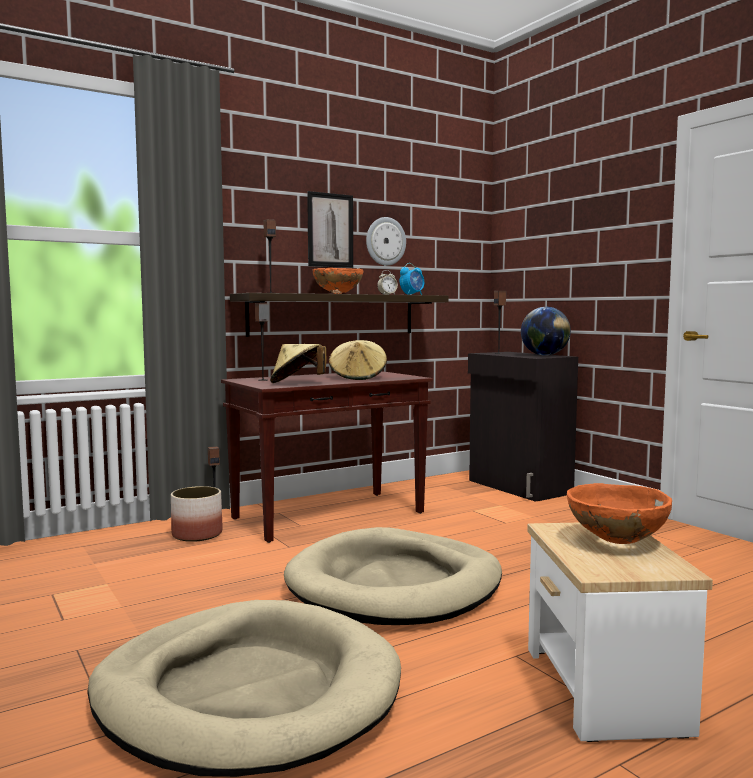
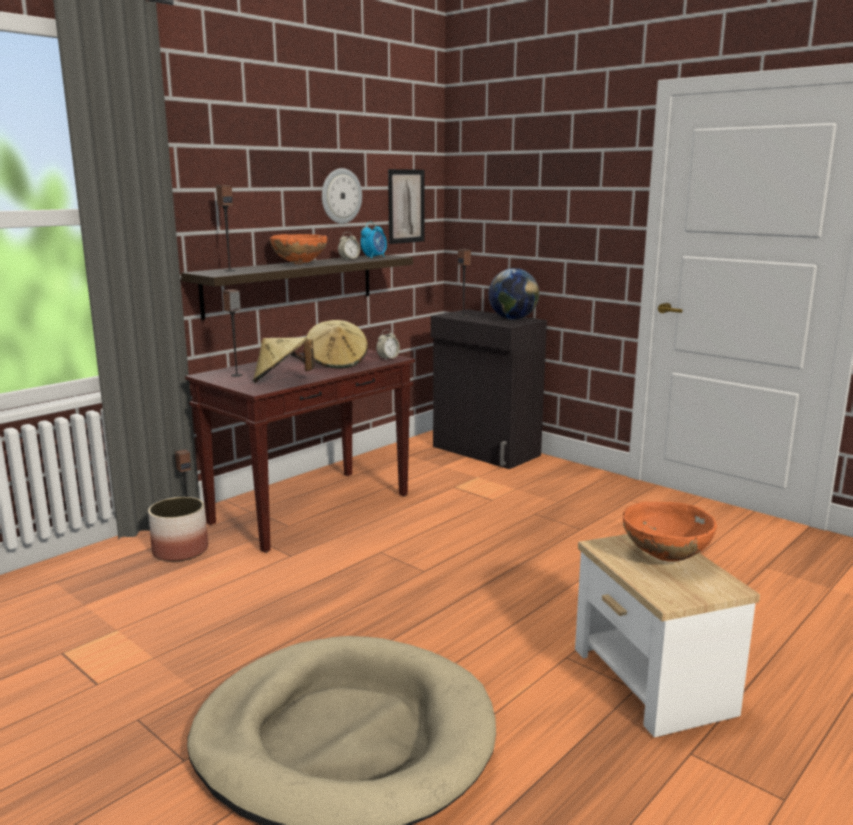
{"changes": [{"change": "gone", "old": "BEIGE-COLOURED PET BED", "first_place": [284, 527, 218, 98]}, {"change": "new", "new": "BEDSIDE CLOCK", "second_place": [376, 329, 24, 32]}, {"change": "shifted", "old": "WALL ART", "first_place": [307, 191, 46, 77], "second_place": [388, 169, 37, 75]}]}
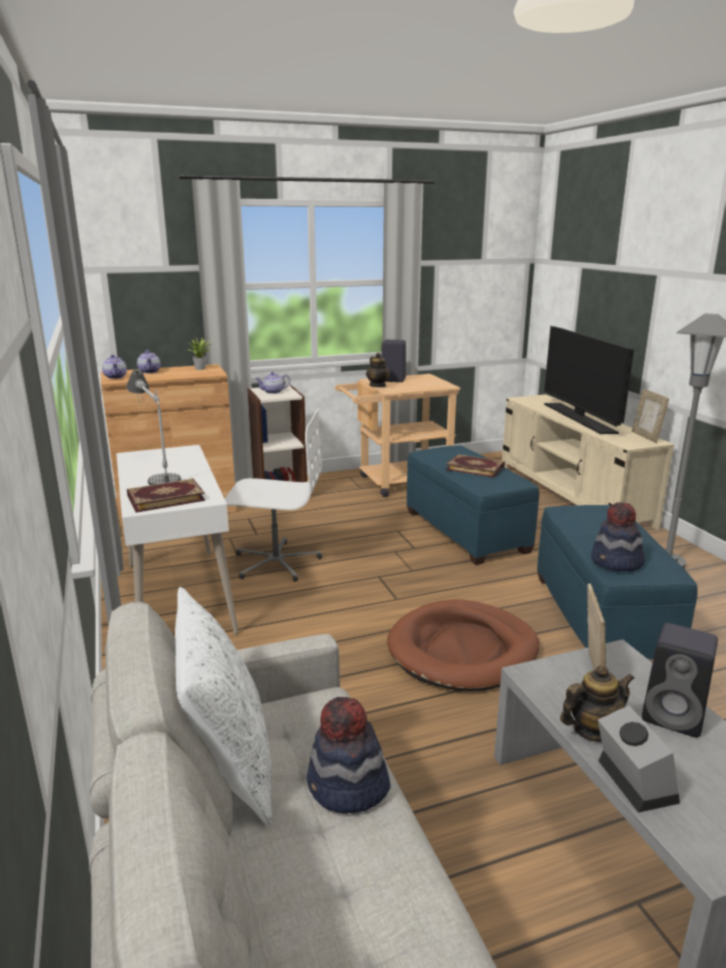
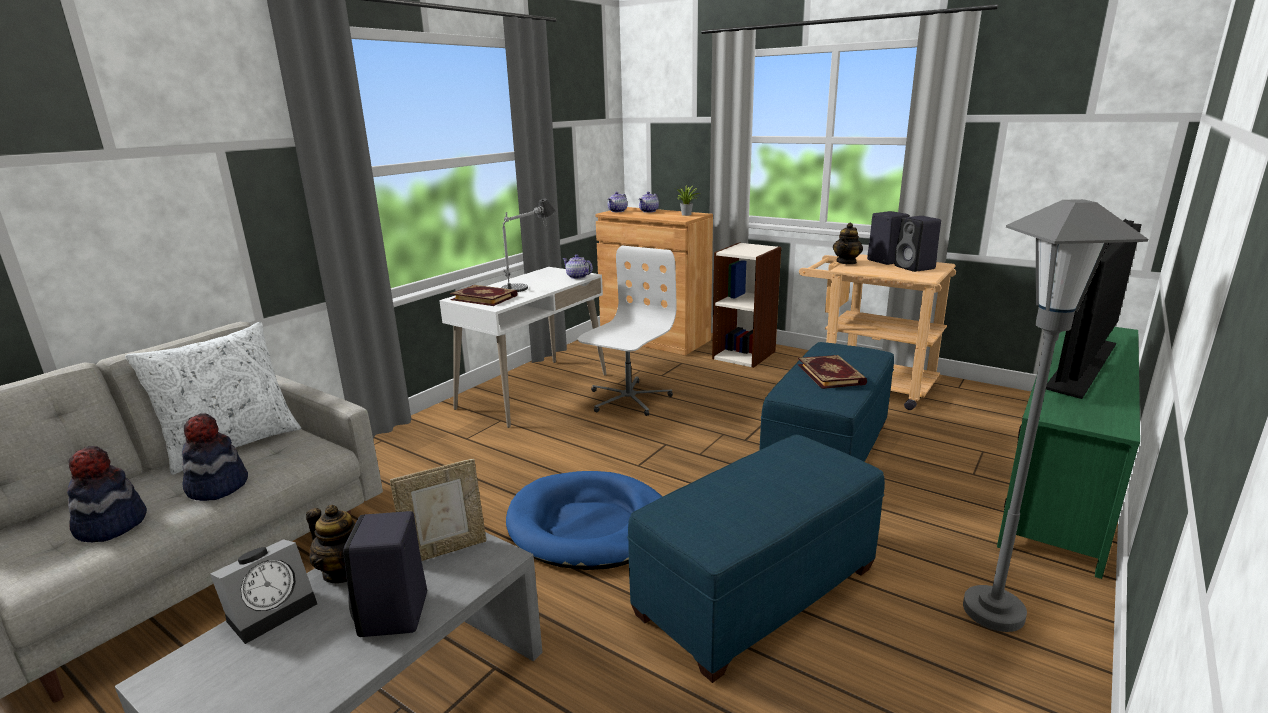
{"changes": [{"change": "gone", "old": "PHOTO FRAME", "first_place": [632, 389, 37, 54]}, {"change": "new", "new": "BLACKISH LOUDSPEAKER", "second_place": [894, 216, 47, 56]}, {"change": "shifted", "old": "POT FOR TEA", "first_place": [255, 372, 35, 22], "second_place": [563, 254, 30, 25]}, {"change": "shifted", "old": "WEARABLE HAT", "first_place": [591, 502, 54, 69], "second_place": [67, 446, 80, 96]}, {"change": "repainted", "old": "BROWN PET BED", "new": "BLUE PET BED", "first_place": [387, 600, 152, 91], "second_place": [506, 471, 157, 99]}, {"change": "repainted", "old": "BEIGE-COLOURED MEDIA CONSOLE", "new": "GREENISH MEDIA CONSOLE", "first_place": [502, 394, 172, 136], "second_place": [997, 327, 143, 252]}, {"change": "rotated", "old": "WHITISH COMPUTER CHAIR", "first_place": [225, 409, 97, 173], "second_place": [578, 246, 98, 170], "degrees": -120}]}
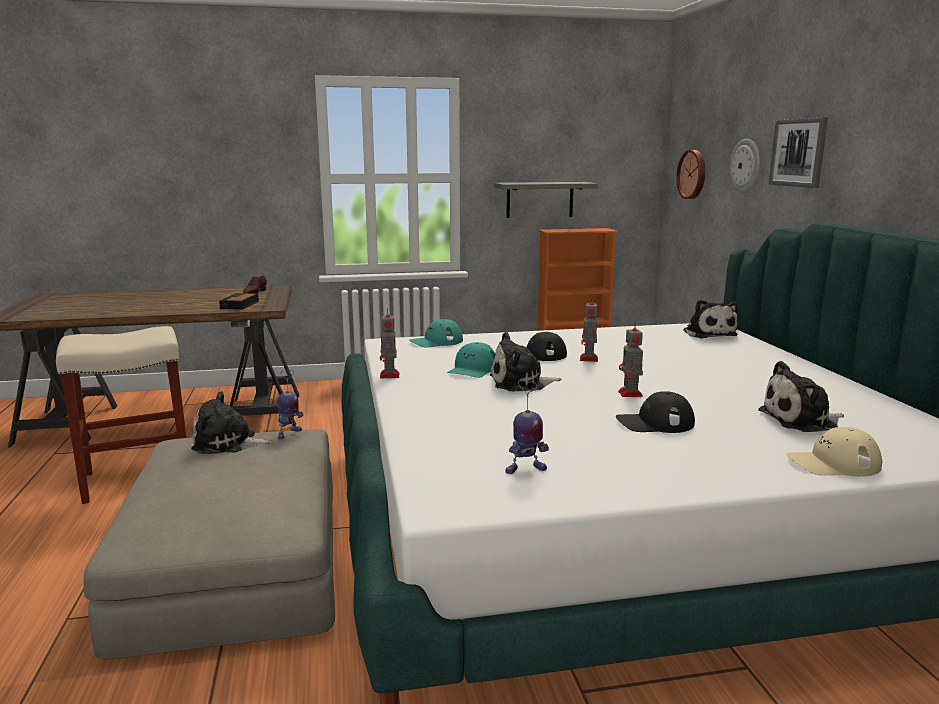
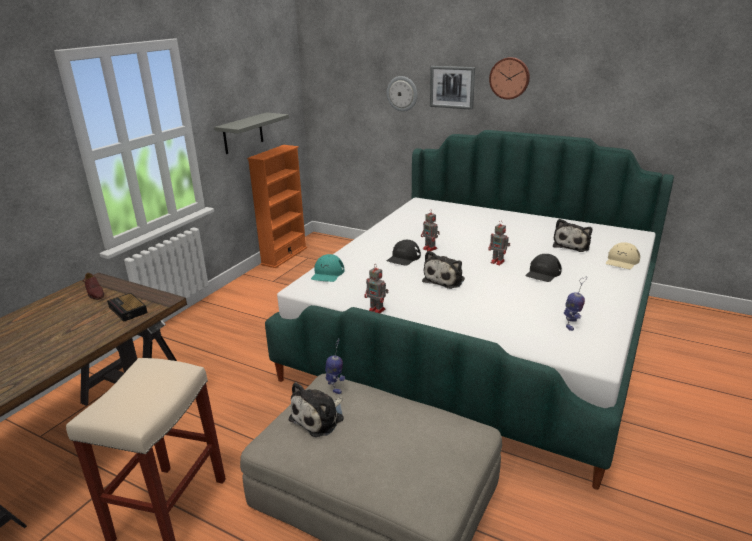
{"changes": [{"change": "gone", "old": "TURQUOISE-COLOURED BASEBALL CAP", "first_place": [447, 342, 48, 36]}, {"change": "gone", "old": "SOFT TOY", "first_place": [683, 299, 55, 39]}, {"change": "shifted", "old": "HANGING CLOCK", "first_place": [676, 150, 29, 49], "second_place": [489, 57, 41, 43]}]}
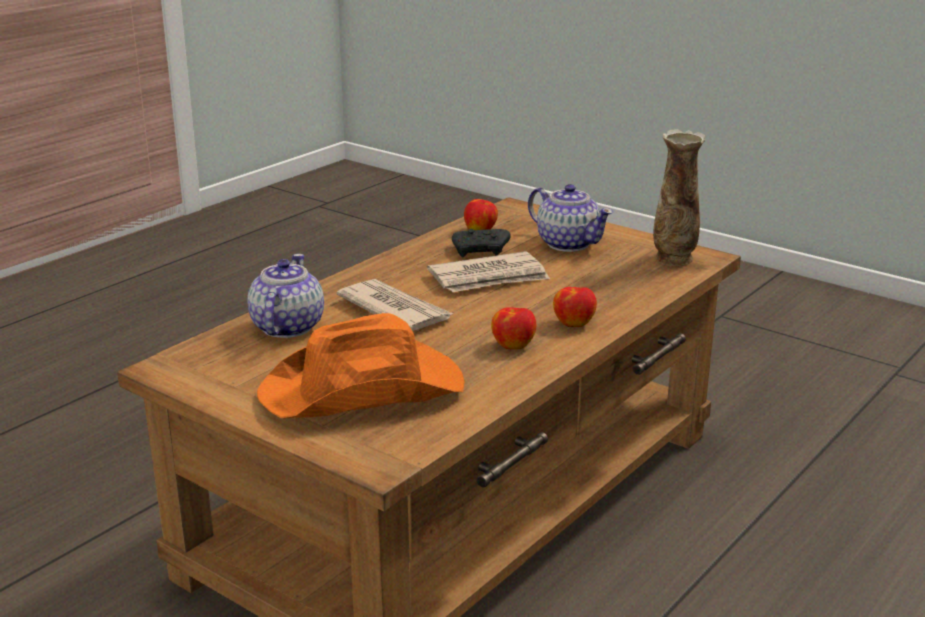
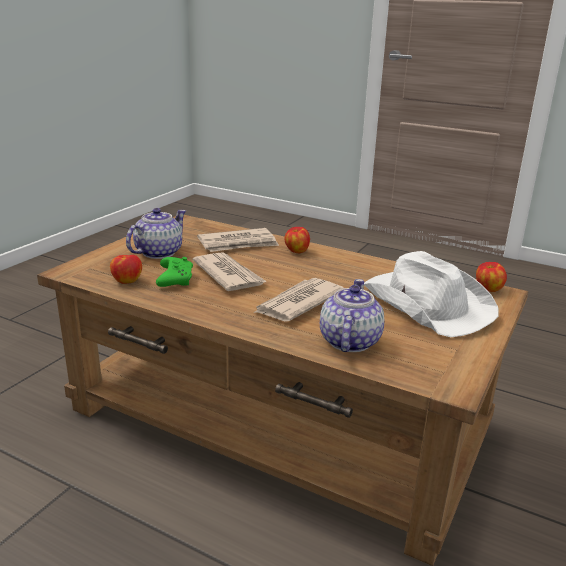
{"changes": [{"change": "gone", "old": "VASE", "first_place": [653, 129, 53, 137]}, {"change": "new", "new": "DAILY PAPER", "second_place": [197, 228, 82, 24]}, {"change": "shifted", "old": "APPLE", "first_place": [491, 307, 45, 42], "second_place": [476, 262, 31, 30]}, {"change": "repainted", "old": "ORANGE-COLOURED WEARABLE HAT", "new": "WHITISH WEARABLE HAT", "first_place": [257, 313, 208, 105], "second_place": [364, 251, 134, 86]}, {"change": "repainted", "old": "BLACKISH JOYPAD", "new": "GREENISH JOYPAD", "first_place": [452, 229, 59, 29], "second_place": [156, 257, 37, 30]}, {"change": "rotated", "old": "POT FOR TEA", "first_place": [247, 254, 77, 84], "second_place": [320, 279, 64, 73], "degrees": 105}]}
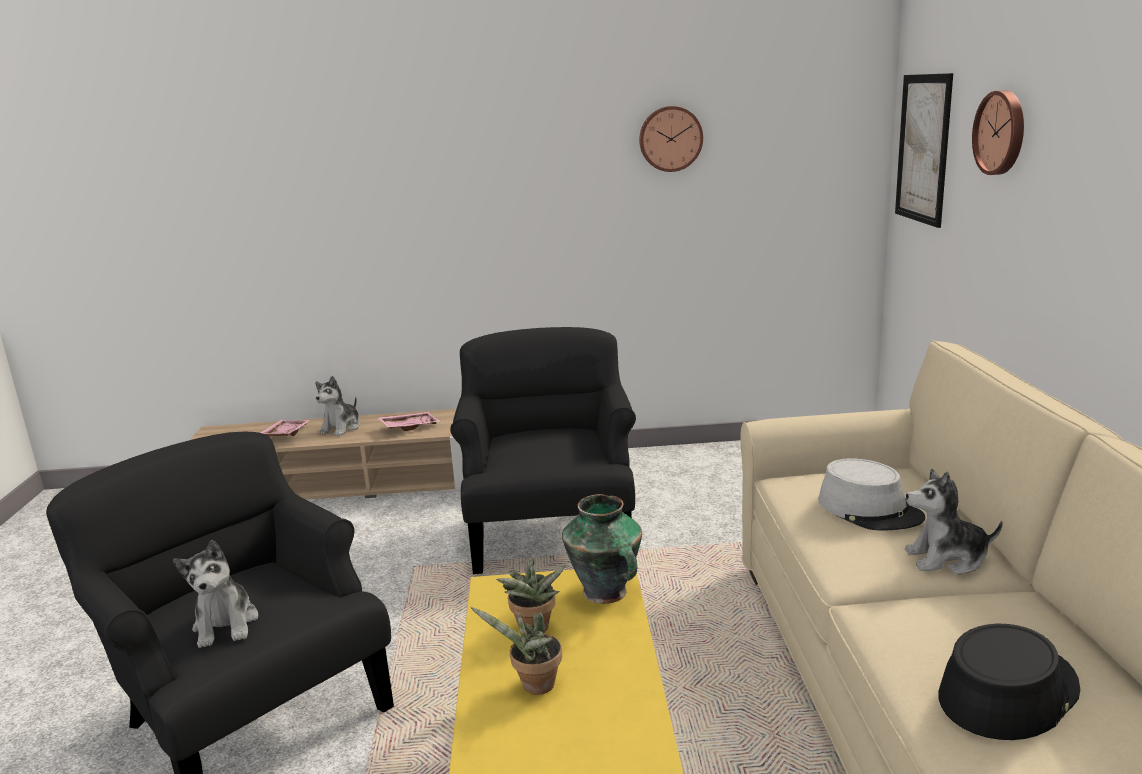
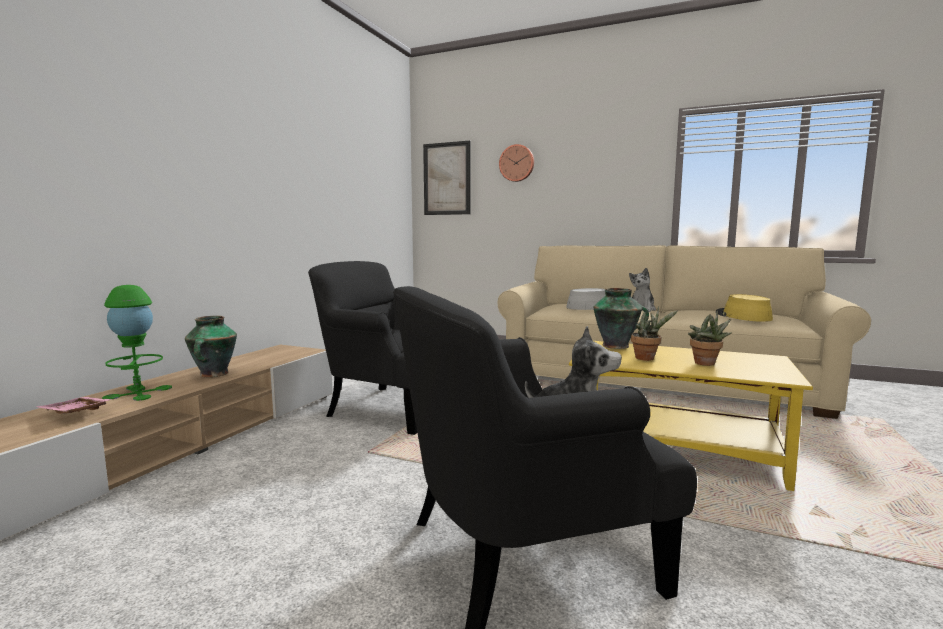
{"changes": [{"change": "gone", "old": "HANGING CLOCK", "first_place": [639, 106, 64, 66]}, {"change": "swapped", "old": "SOFT TOY", "new": "GREENISH LAMP FOR A TABLE", "first_place": [315, 376, 45, 60], "second_place": [102, 285, 70, 116]}, {"change": "swapped", "old": "PINKISH CARRYING TRAY", "new": "VASE", "first_place": [377, 412, 64, 19], "second_place": [185, 316, 52, 61]}, {"change": "repainted", "old": "BLACKISH WEARABLE HAT", "new": "YELLOW WEARABLE HAT", "first_place": [938, 624, 142, 116], "second_place": [716, 294, 57, 28]}]}
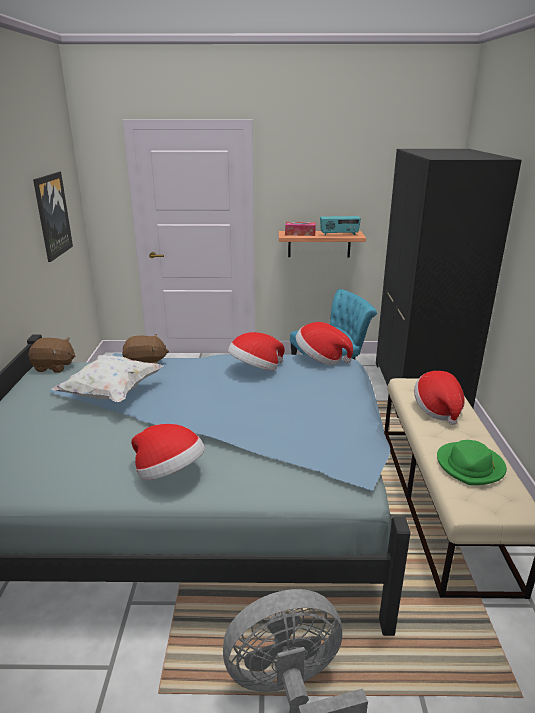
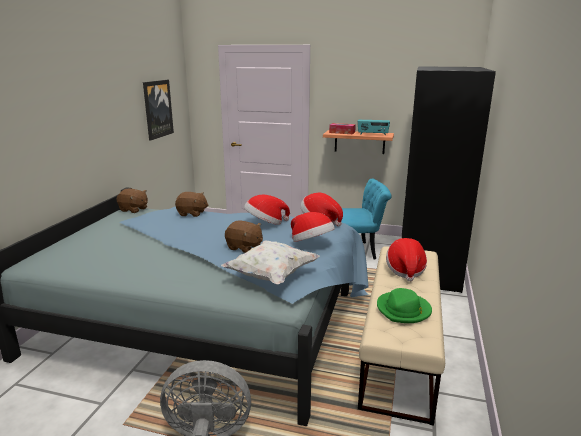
{"changes": [{"change": "new", "new": "BROWN SOFT TOY", "second_place": [225, 220, 38, 33]}, {"change": "shifted", "old": "WHITISH THROW PILLOW", "first_place": [52, 355, 111, 47], "second_place": [221, 241, 99, 44]}, {"change": "shifted", "old": "WEARABLE HAT", "first_place": [131, 424, 74, 56], "second_place": [291, 212, 44, 30]}]}
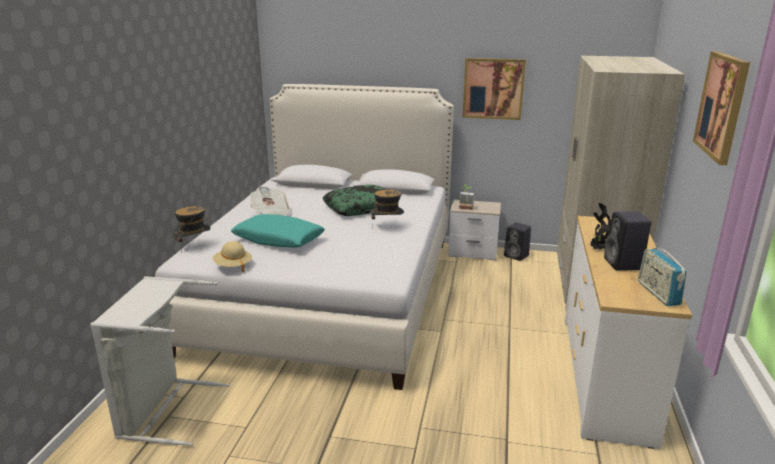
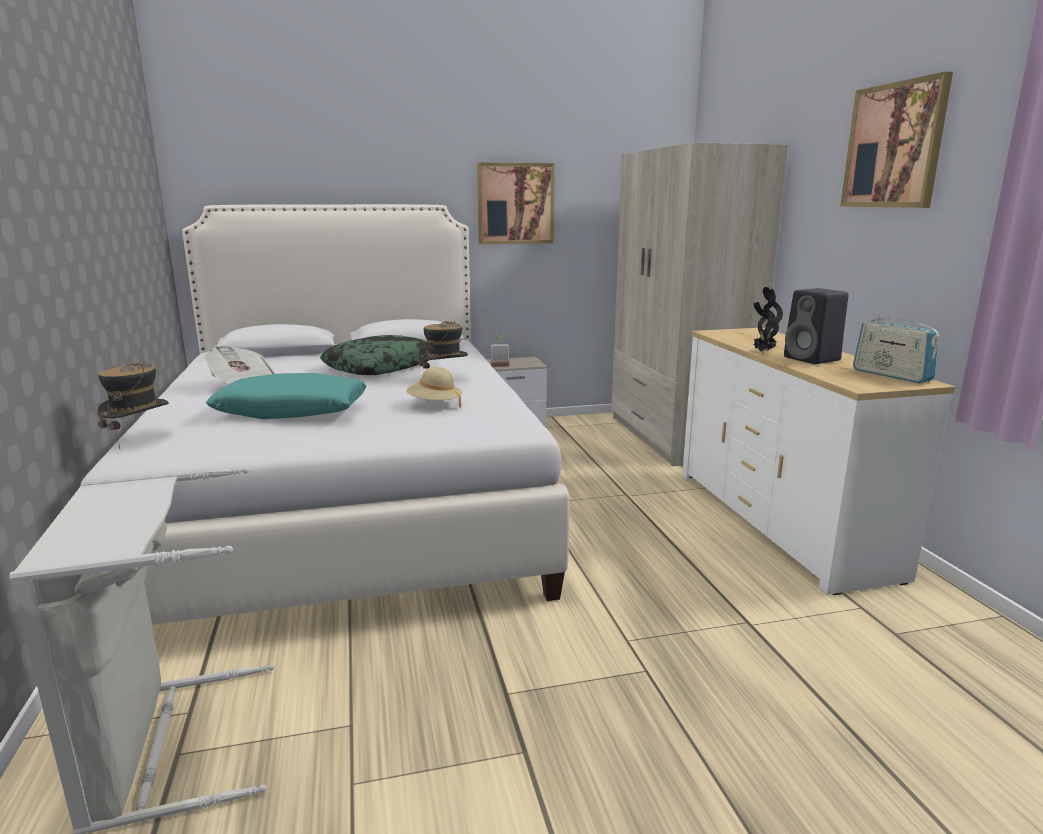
{"changes": [{"change": "gone", "old": "BLACKISH LOUDSPEAKER", "first_place": [504, 222, 27, 39]}, {"change": "shifted", "old": "BEIGE-COLOURED WEARABLE HAT", "first_place": [213, 241, 39, 31], "second_place": [406, 367, 56, 41]}]}
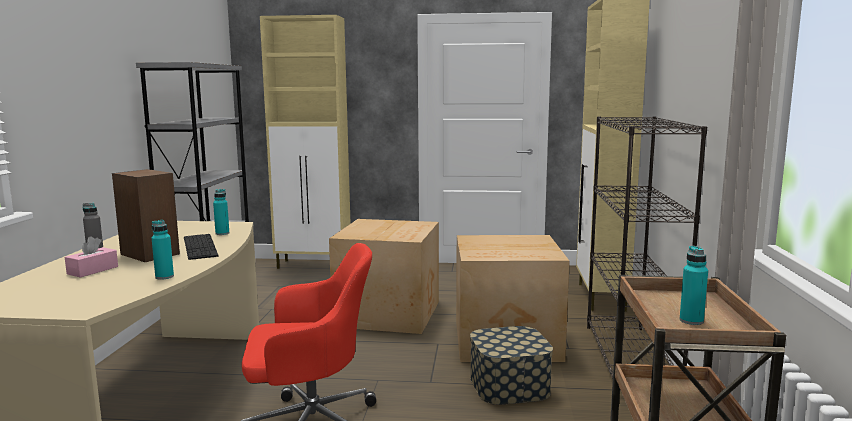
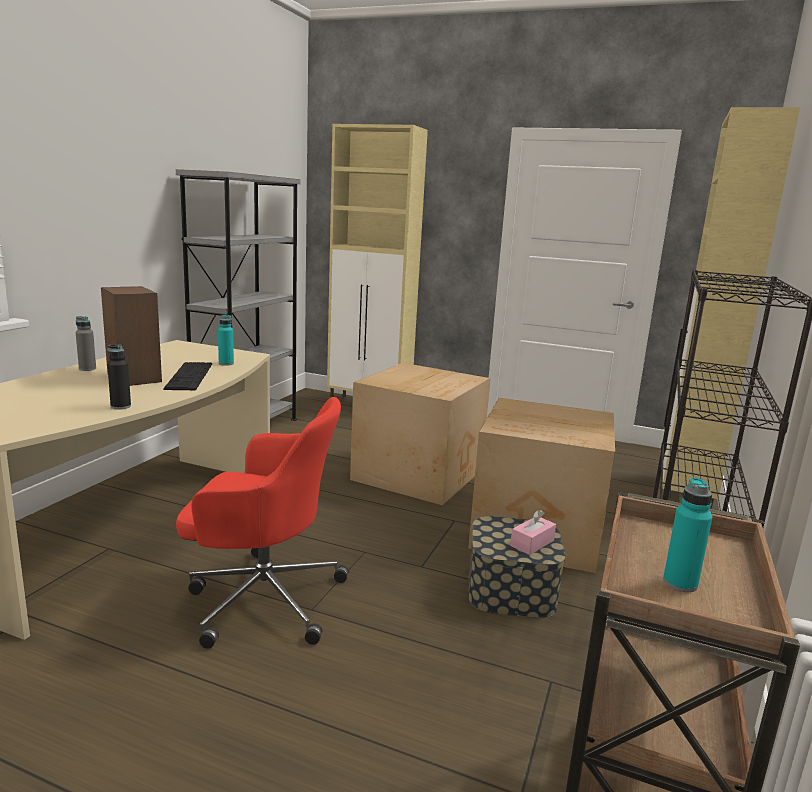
{"changes": [{"change": "shifted", "old": "PINKISH BOX OF TISSUES", "first_place": [65, 236, 53, 41], "second_place": [510, 510, 46, 45]}, {"change": "repainted", "old": "TURQUOISE-COLOURED BOTTLE", "new": "BLACKISH BOTTLE", "first_place": [152, 220, 22, 60], "second_place": [107, 344, 24, 66]}]}
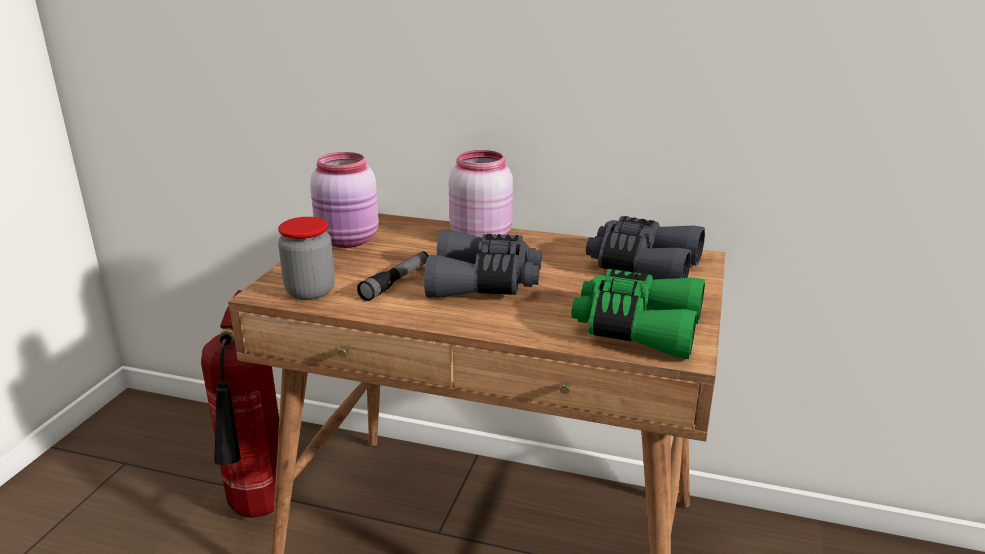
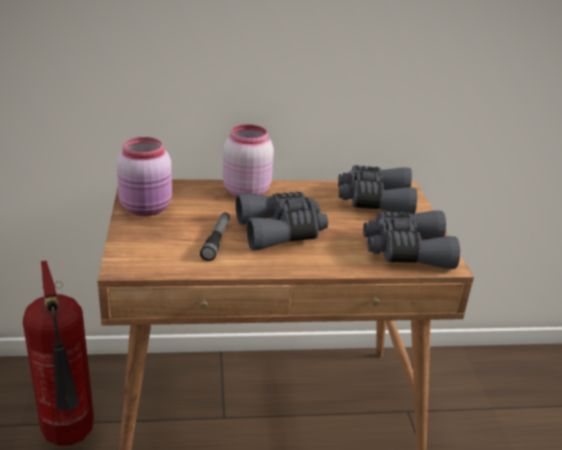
{"changes": [{"change": "gone", "old": "PRESERVE JAR", "first_place": [278, 217, 57, 83]}, {"change": "repainted", "old": "GREENISH BINOCULARS", "new": "GREYISH BINOCULARS", "first_place": [571, 269, 134, 90], "second_place": [363, 211, 97, 58]}]}
